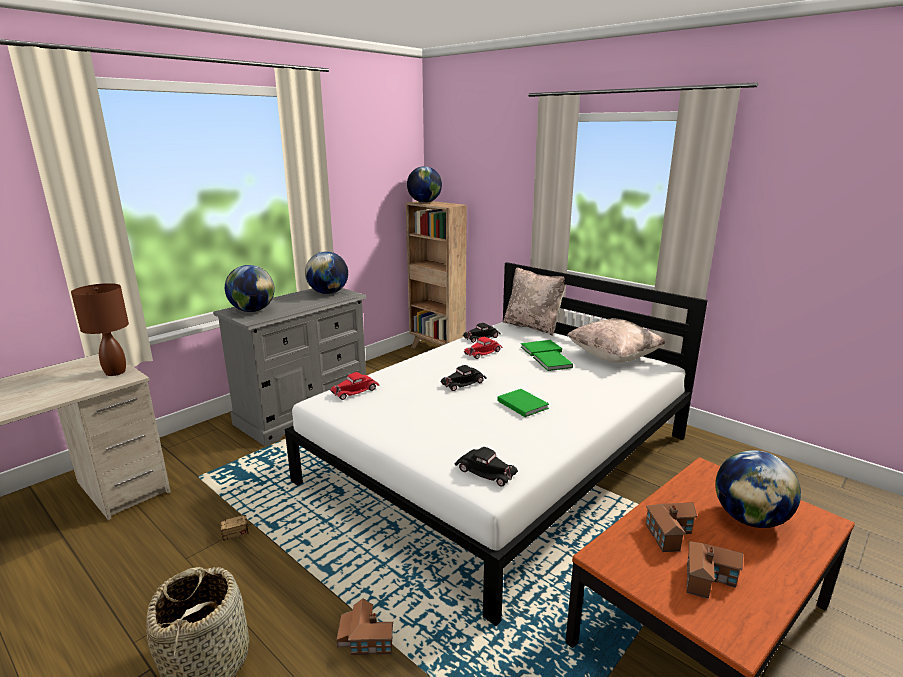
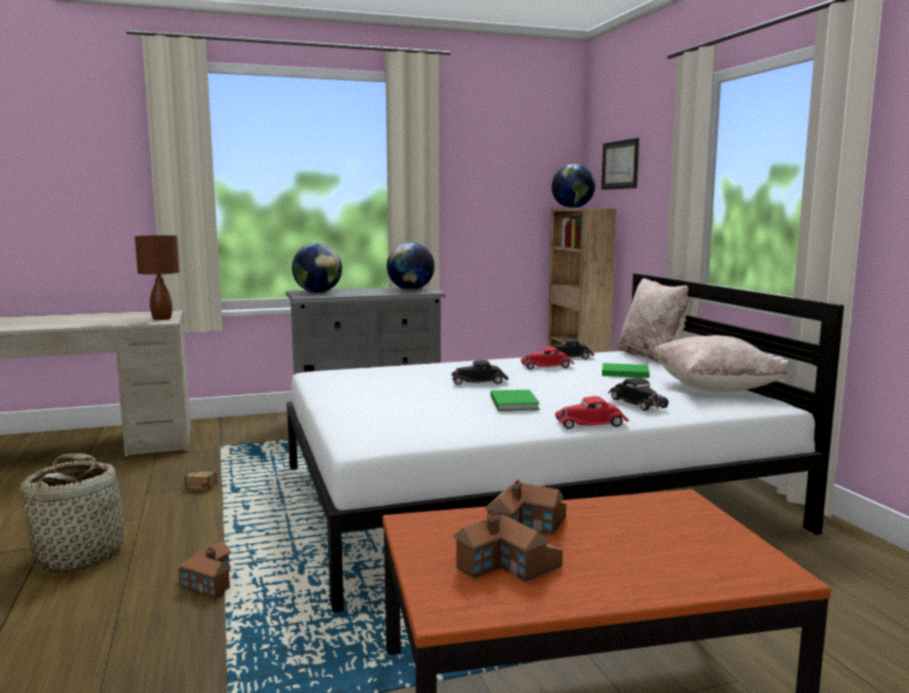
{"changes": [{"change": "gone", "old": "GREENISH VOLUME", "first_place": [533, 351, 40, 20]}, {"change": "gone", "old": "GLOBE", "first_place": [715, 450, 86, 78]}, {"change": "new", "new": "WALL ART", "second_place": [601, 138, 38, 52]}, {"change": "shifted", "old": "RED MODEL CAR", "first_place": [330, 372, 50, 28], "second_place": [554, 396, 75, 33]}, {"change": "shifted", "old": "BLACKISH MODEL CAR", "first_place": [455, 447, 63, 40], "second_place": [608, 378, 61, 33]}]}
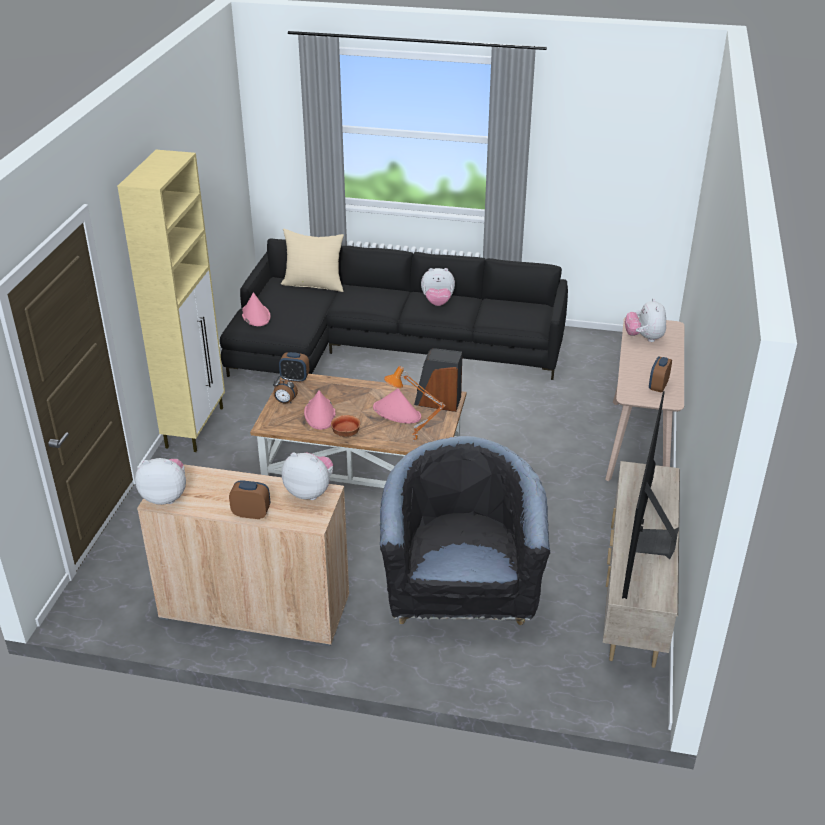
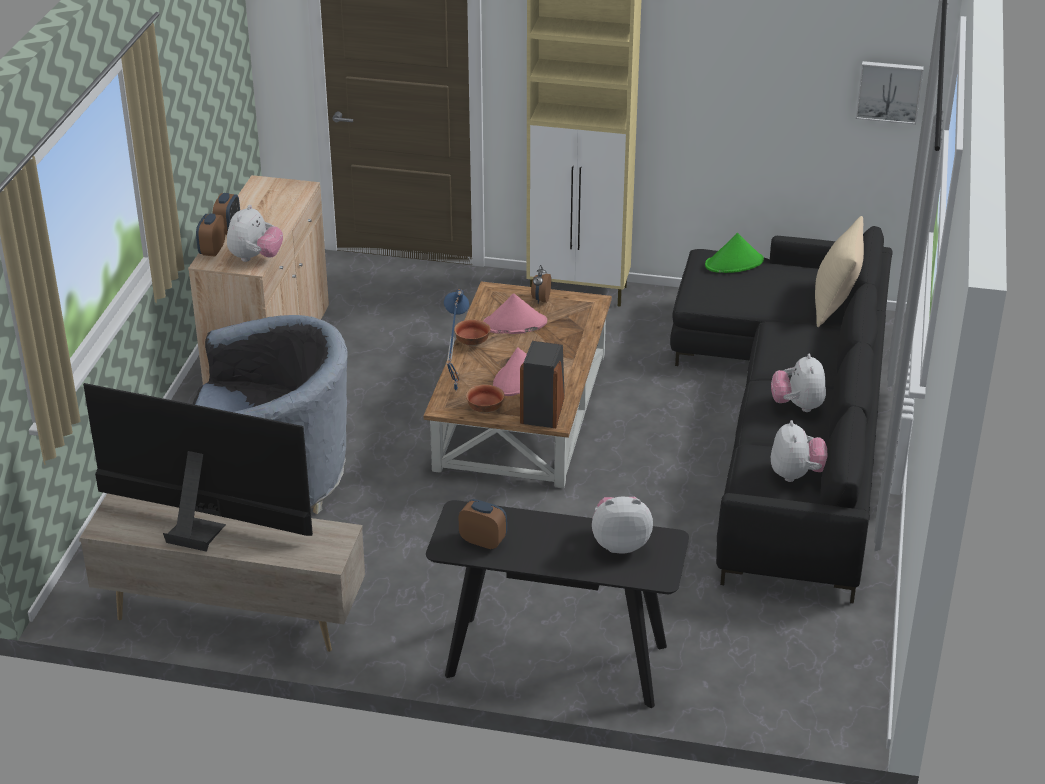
{"changes": [{"change": "new", "new": "SERVING BOWL", "second_place": [466, 384, 39, 30]}, {"change": "new", "new": "WALL ART", "second_place": [856, 61, 68, 64]}, {"change": "shifted", "old": "SOFT TOY", "first_place": [135, 458, 51, 47], "second_place": [771, 420, 57, 62]}, {"change": "shifted", "old": "BEDSIDE CLOCK", "first_place": [279, 352, 30, 30], "second_place": [196, 213, 29, 44]}, {"change": "repainted", "old": "PINKISH WEARABLE HAT", "new": "GREENISH WEARABLE HAT", "first_place": [242, 293, 29, 33], "second_place": [705, 233, 59, 40]}, {"change": "repainted", "old": "ORANGE-COLOURED LAMP FOR A TABLE", "new": "BLUE LAMP FOR A TABLE", "first_place": [384, 366, 61, 76], "second_place": [444, 289, 25, 102]}, {"change": "repainted", "old": "BEIGE-COLOURED CONSOLE TABLE", "new": "BLACKISH CONSOLE TABLE", "first_place": [605, 317, 79, 164], "second_place": [426, 500, 263, 208]}]}
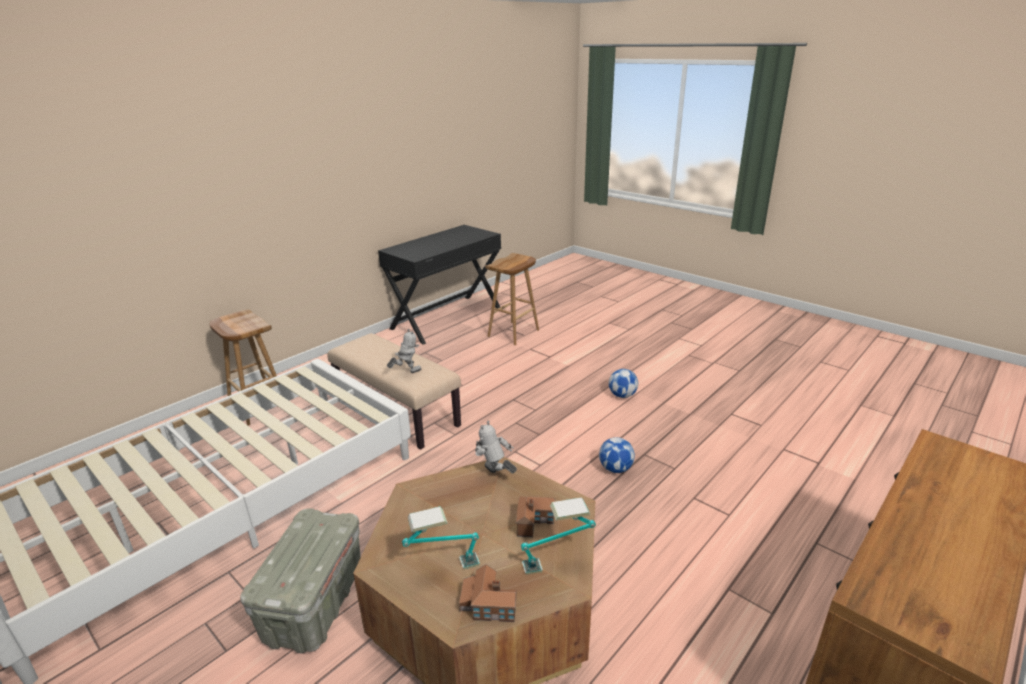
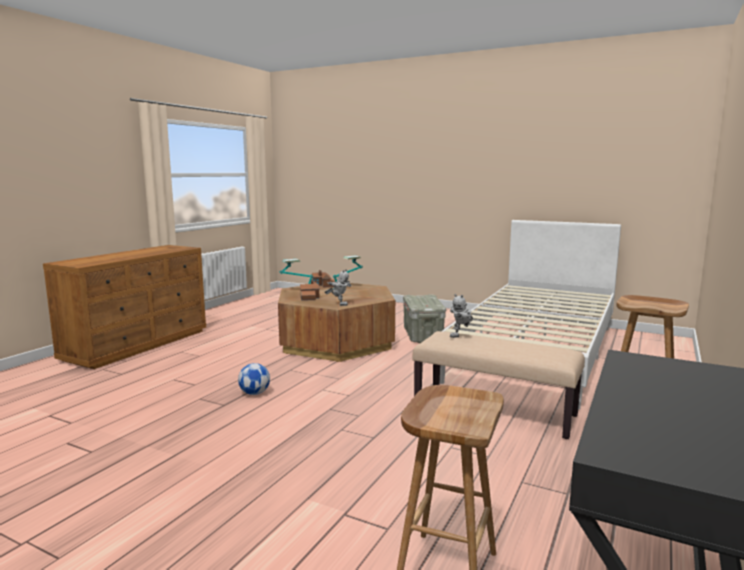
{"changes": [{"change": "gone", "old": "FOOTBALL", "first_place": [609, 369, 29, 29]}]}
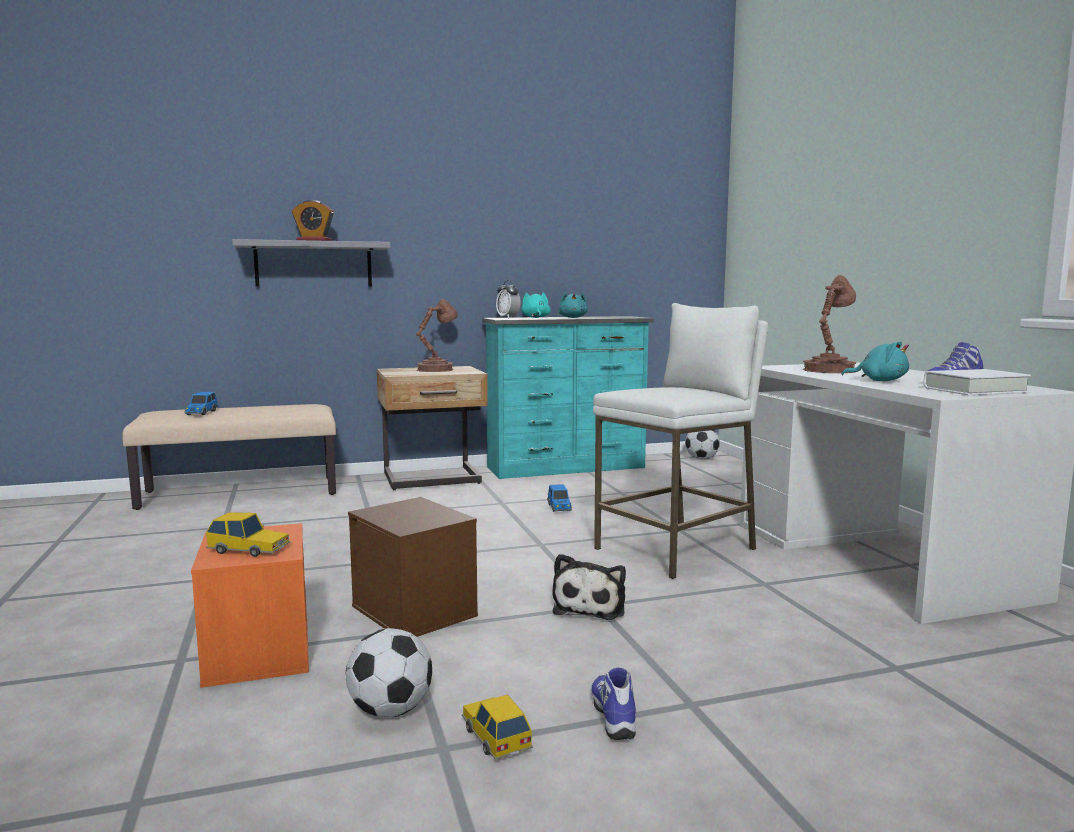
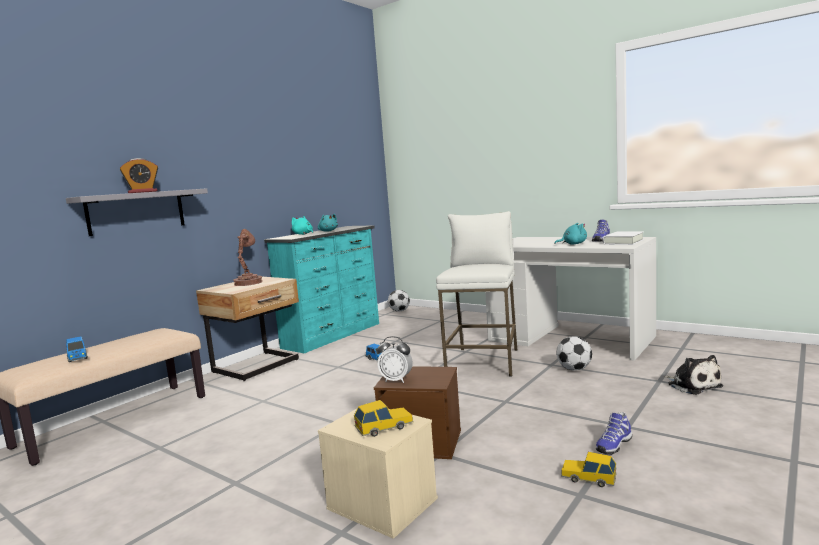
{"changes": [{"change": "gone", "old": "BROWN LAMP FOR A TABLE", "first_place": [803, 275, 53, 98]}, {"change": "shifted", "old": "FOOTBALL", "first_place": [346, 628, 86, 90], "second_place": [556, 336, 36, 34]}, {"change": "shifted", "old": "BEDSIDE CLOCK", "first_place": [496, 280, 25, 38], "second_place": [377, 336, 36, 47]}, {"change": "shifted", "old": "SOFT TOY", "first_place": [552, 554, 74, 66], "second_place": [664, 355, 59, 40]}, {"change": "repainted", "old": "ORANGE-COLOURED STORAGE BOX", "new": "BEIGE-COLOURED STORAGE BOX", "first_place": [191, 523, 118, 165], "second_place": [318, 403, 120, 136]}, {"change": "rotated", "old": "LOW SHOE", "first_place": [591, 668, 45, 72], "second_place": [596, 412, 36, 43], "degrees": -90}]}
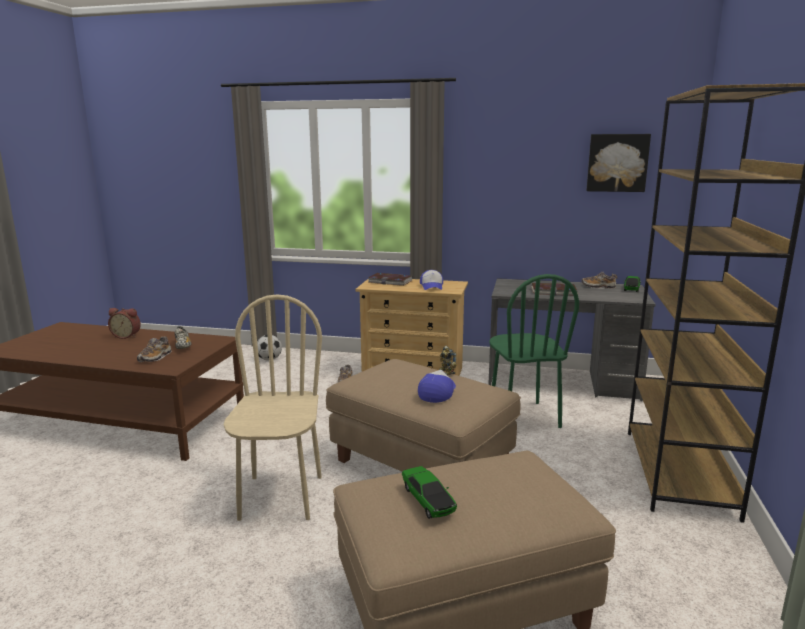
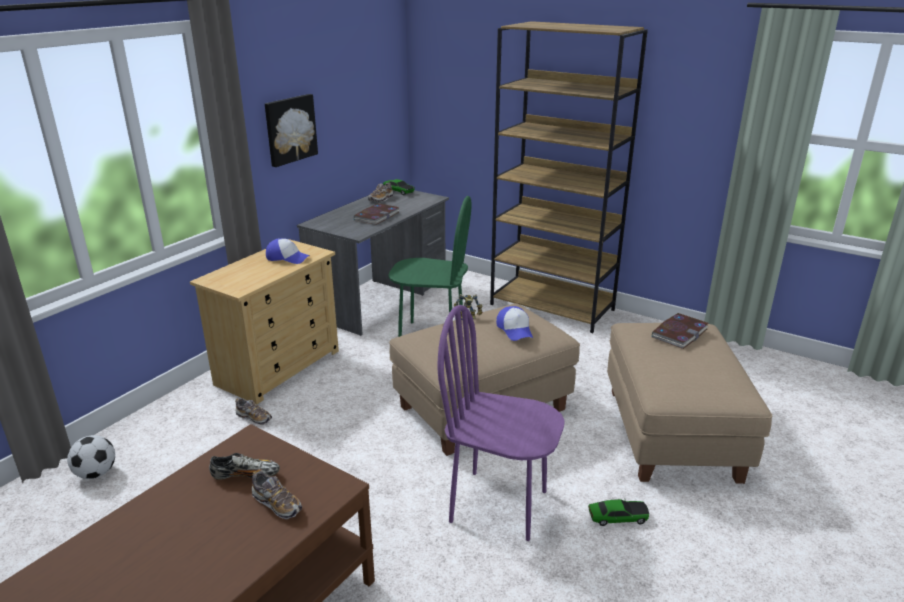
{"changes": [{"change": "gone", "old": "BEDSIDE CLOCK", "first_place": [108, 308, 33, 31]}, {"change": "shifted", "old": "VOLUME", "first_place": [368, 273, 45, 13], "second_place": [652, 313, 57, 36]}, {"change": "shifted", "old": "MODEL CAR", "first_place": [402, 466, 55, 53], "second_place": [588, 498, 61, 28]}, {"change": "shifted", "old": "WALL ART", "first_place": [586, 134, 65, 58], "second_place": [265, 94, 53, 73]}, {"change": "repainted", "old": "BEIGE-COLOURED CHAIR", "new": "PURPLE-COLOURED CHAIR", "first_place": [223, 294, 99, 227], "second_place": [438, 305, 127, 236]}, {"change": "rotated", "old": "BASEBALL CAP", "first_place": [418, 370, 38, 33], "second_place": [496, 306, 37, 35], "degrees": -150}]}
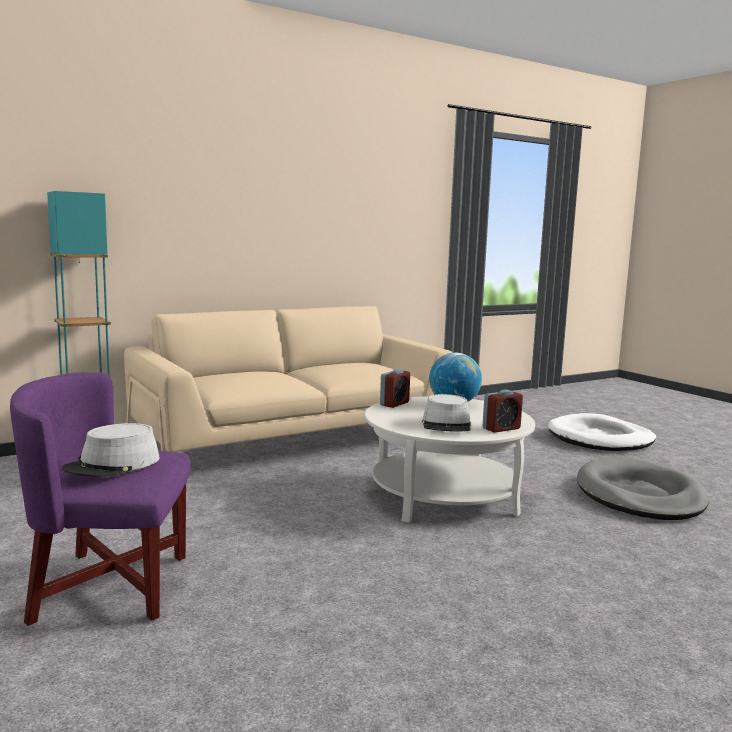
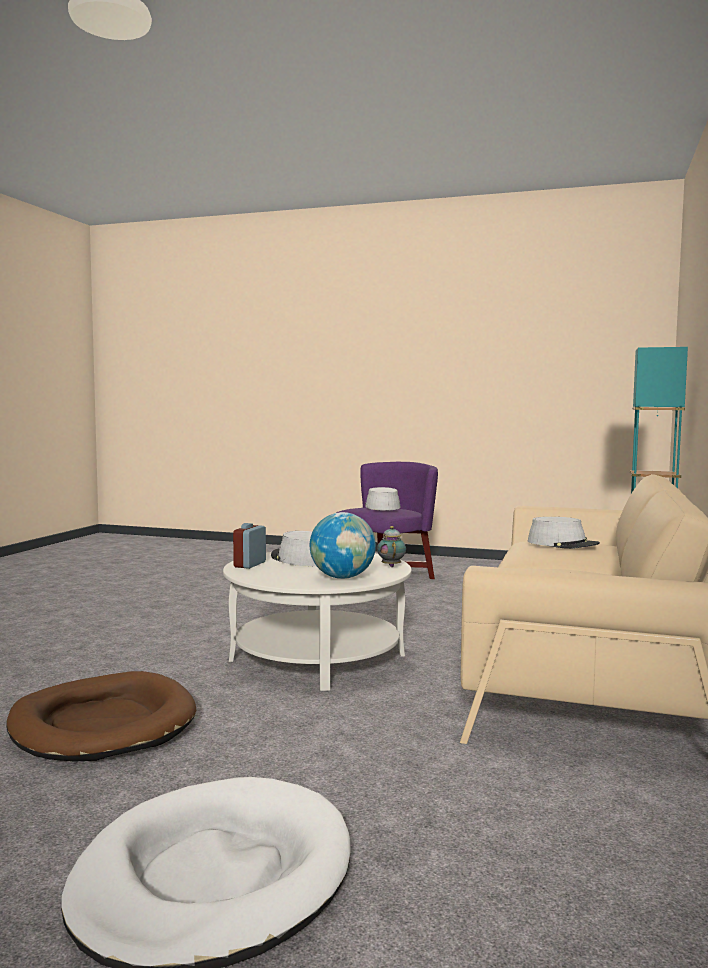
{"changes": [{"change": "new", "new": "GREYISH WEARABLE HAT", "second_place": [528, 517, 72, 32]}, {"change": "swapped", "old": "BEDSIDE CLOCK", "new": "POT FOR TEA", "first_place": [380, 369, 30, 39], "second_place": [377, 526, 29, 41]}, {"change": "repainted", "old": "GREYISH PET BED", "new": "BROWN PET BED", "first_place": [577, 458, 132, 62], "second_place": [7, 671, 189, 91]}]}
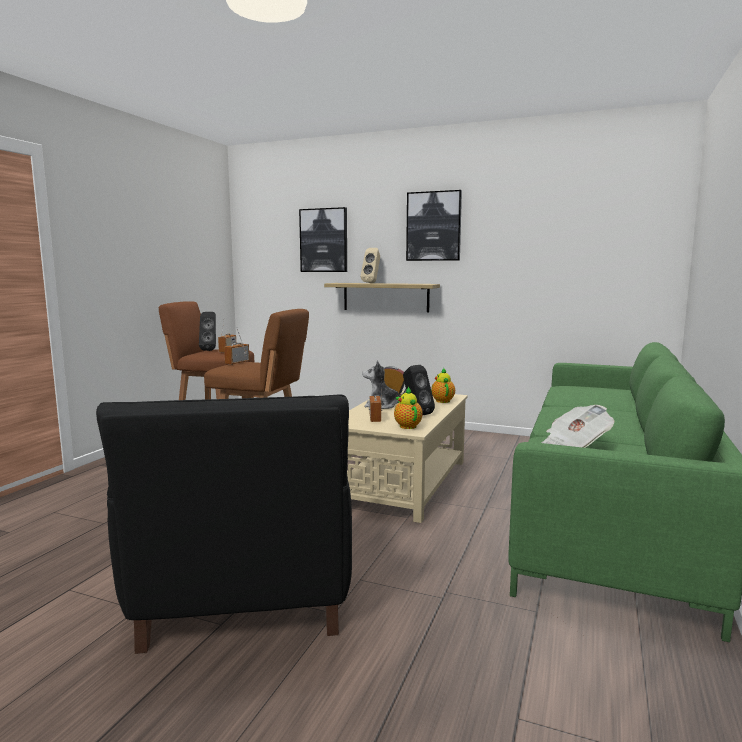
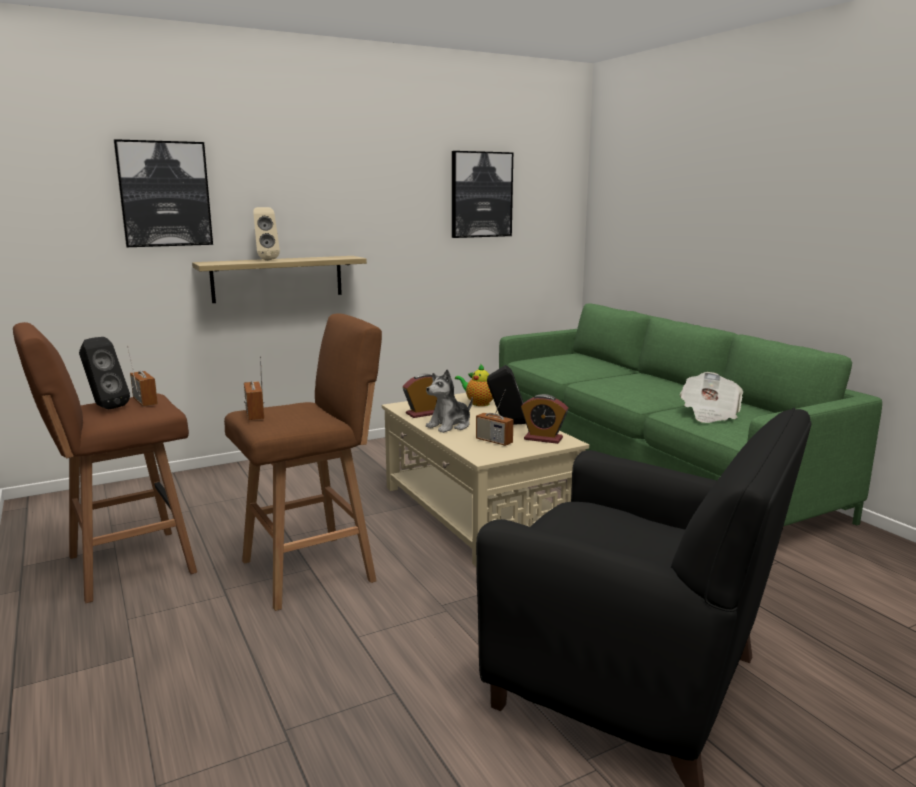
{"changes": [{"change": "shifted", "old": "WALL ART", "first_place": [406, 190, 56, 71], "second_place": [452, 151, 61, 87]}, {"change": "swapped", "old": "POT FOR TEA", "new": "BEDSIDE CLOCK", "first_place": [394, 387, 29, 42], "second_place": [521, 394, 47, 50]}]}
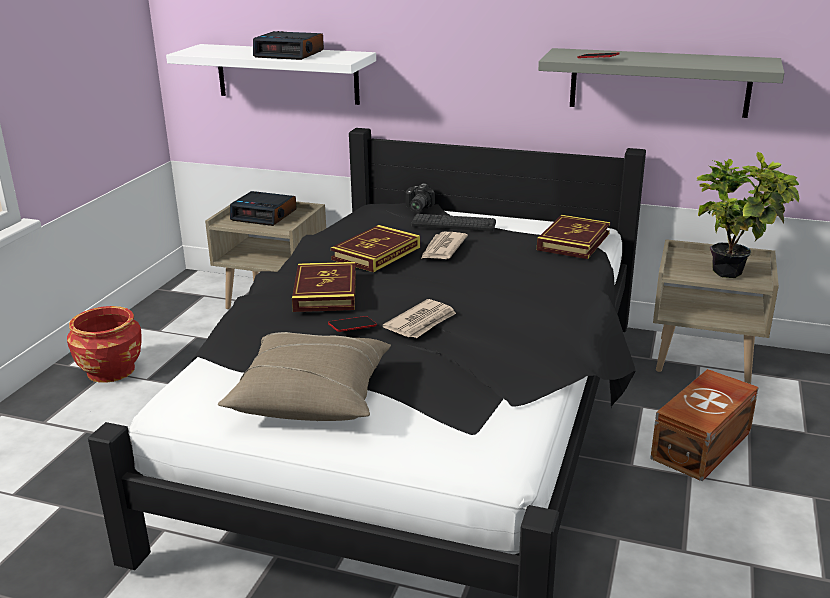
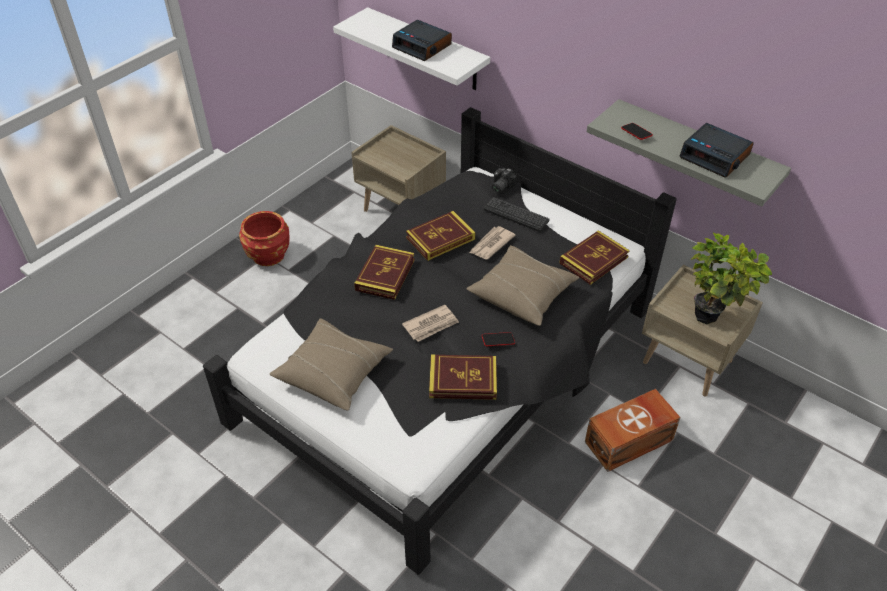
{"changes": [{"change": "new", "new": "VOLUME", "second_place": [429, 355, 68, 45]}, {"change": "new", "new": "BEIGE-COLOURED THROW PILLOW", "second_place": [466, 245, 113, 81]}, {"change": "shifted", "old": "BEDSIDE CLOCK", "first_place": [230, 191, 67, 35], "second_place": [679, 123, 75, 55]}, {"change": "shifted", "old": "HANDSET", "first_place": [328, 316, 49, 16], "second_place": [482, 332, 33, 14]}]}
